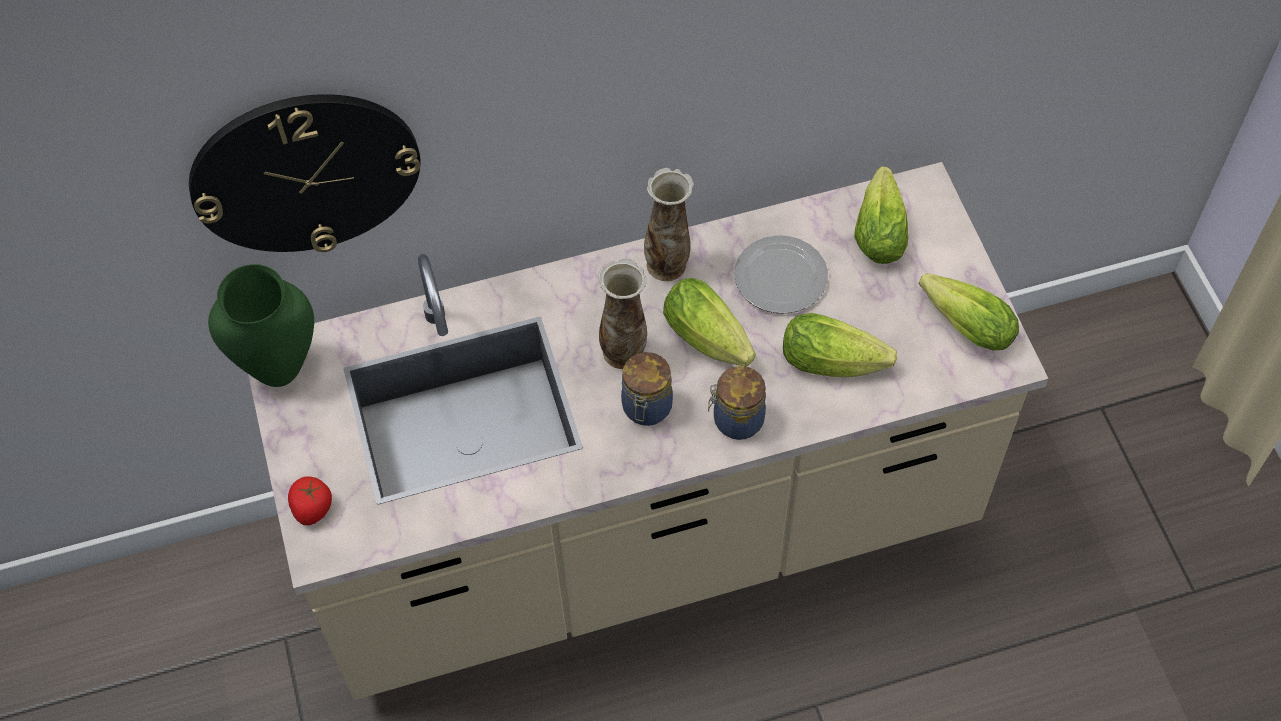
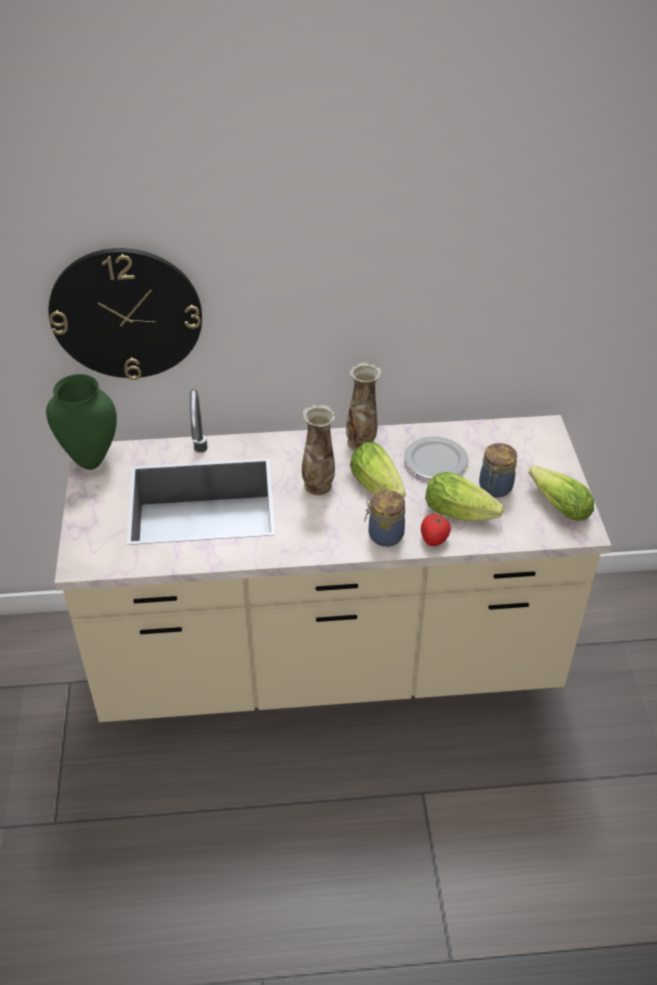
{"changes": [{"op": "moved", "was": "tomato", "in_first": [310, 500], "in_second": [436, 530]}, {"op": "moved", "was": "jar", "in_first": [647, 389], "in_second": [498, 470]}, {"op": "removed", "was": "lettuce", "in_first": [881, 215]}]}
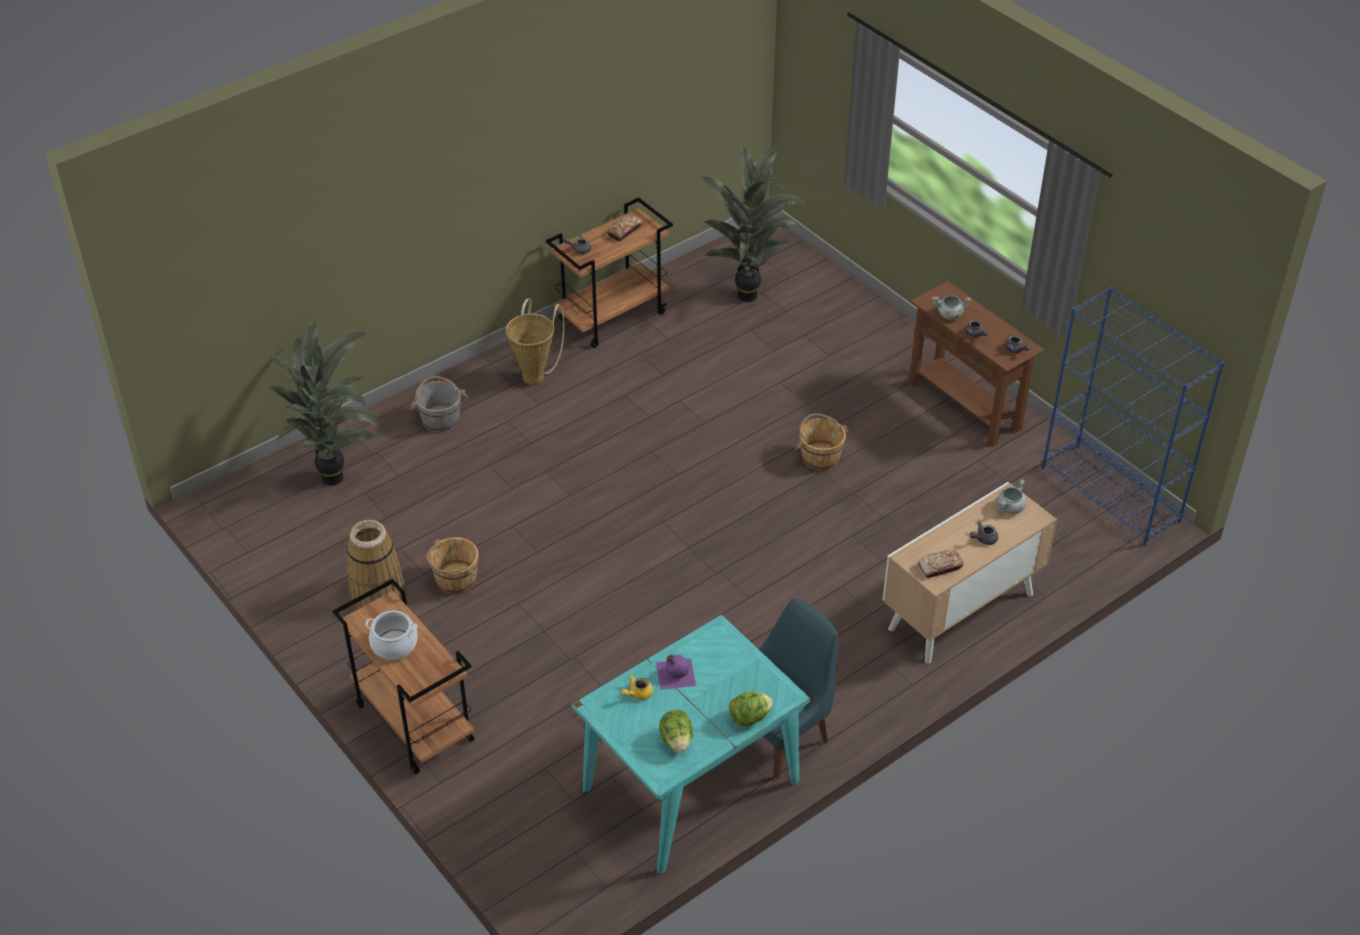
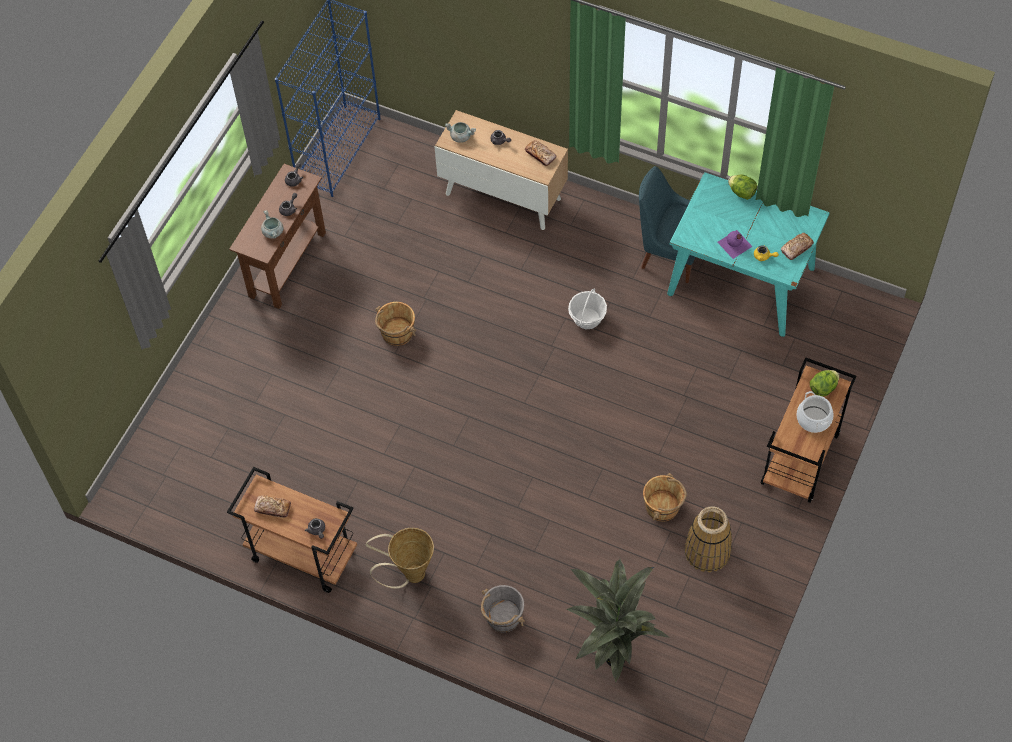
{"changes": [{"op": "moved", "was": "lettuce", "in_first": [676, 731], "in_second": [824, 383]}, {"op": "removed", "was": "potted plant", "in_first": [754, 223]}, {"op": "added", "now": "basket", "in_second": [587, 308]}, {"op": "added", "now": "bread", "in_second": [797, 246]}]}
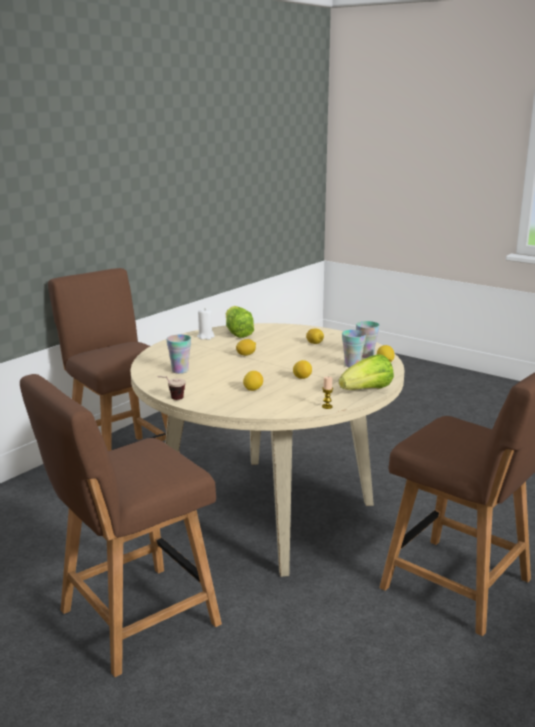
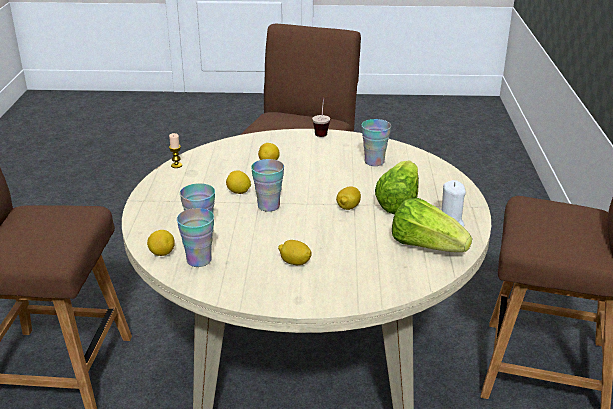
{"changes": [{"op": "moved", "was": "lettuce", "in_first": [366, 372], "in_second": [397, 187]}, {"op": "added", "now": "cup", "in_second": [267, 185]}]}
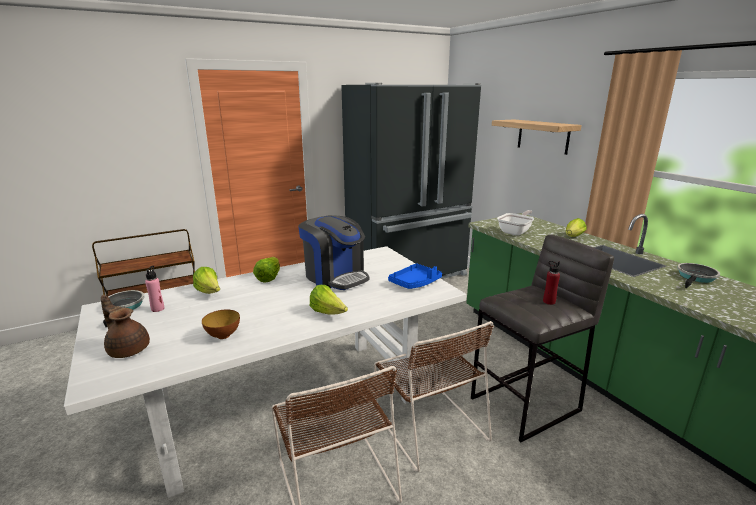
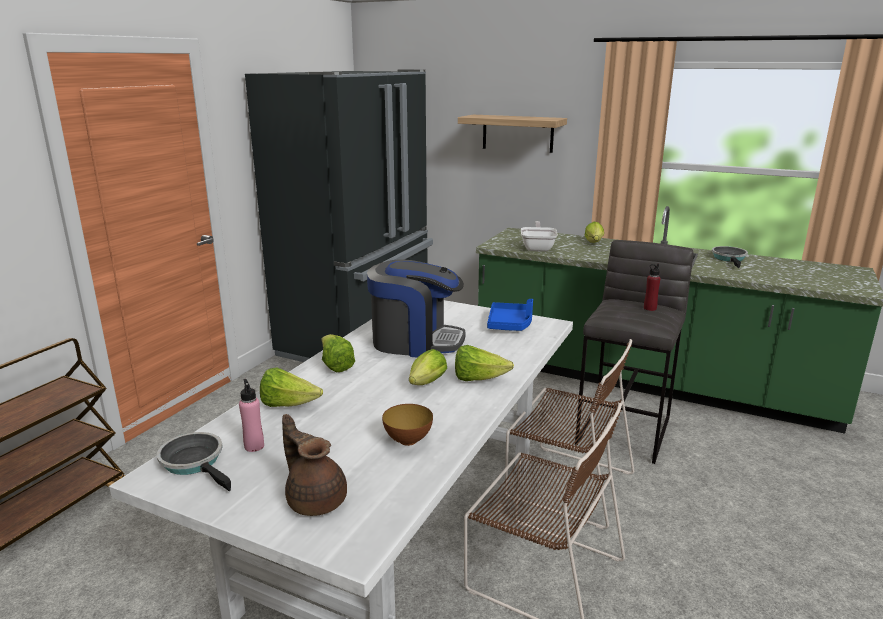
{"changes": [{"op": "turned", "was": "brown teapot", "in_first": [125, 326], "in_second": [314, 465], "clockwise": 45}, {"op": "added", "now": "lettuce", "in_second": [428, 367]}]}
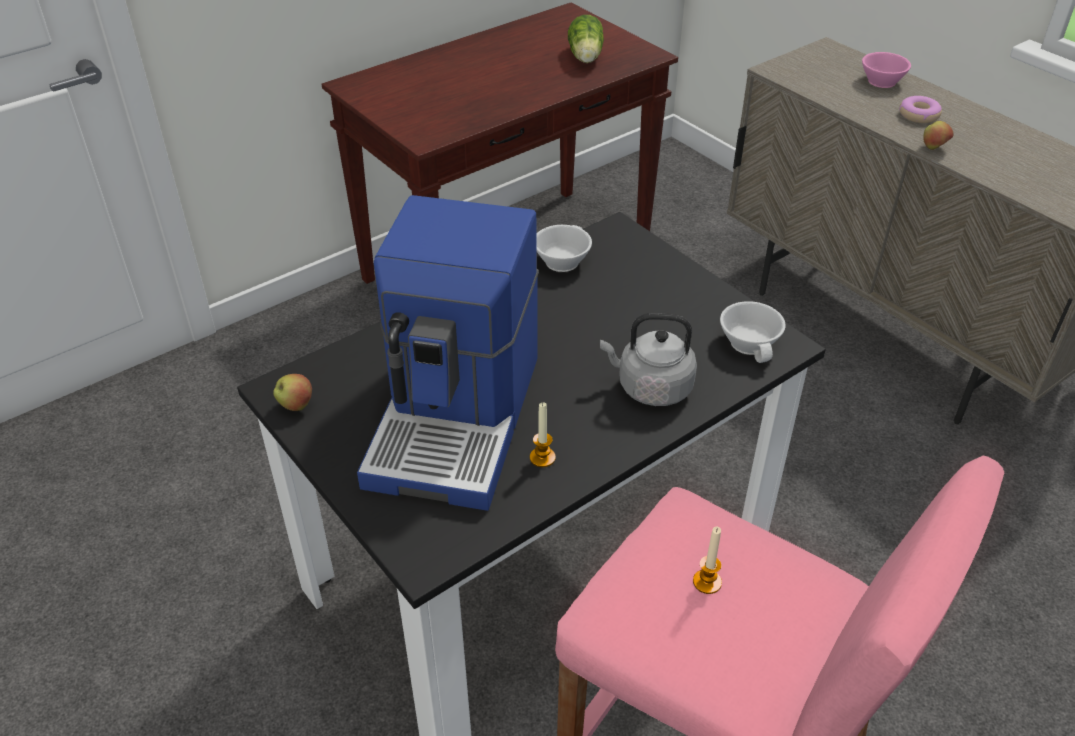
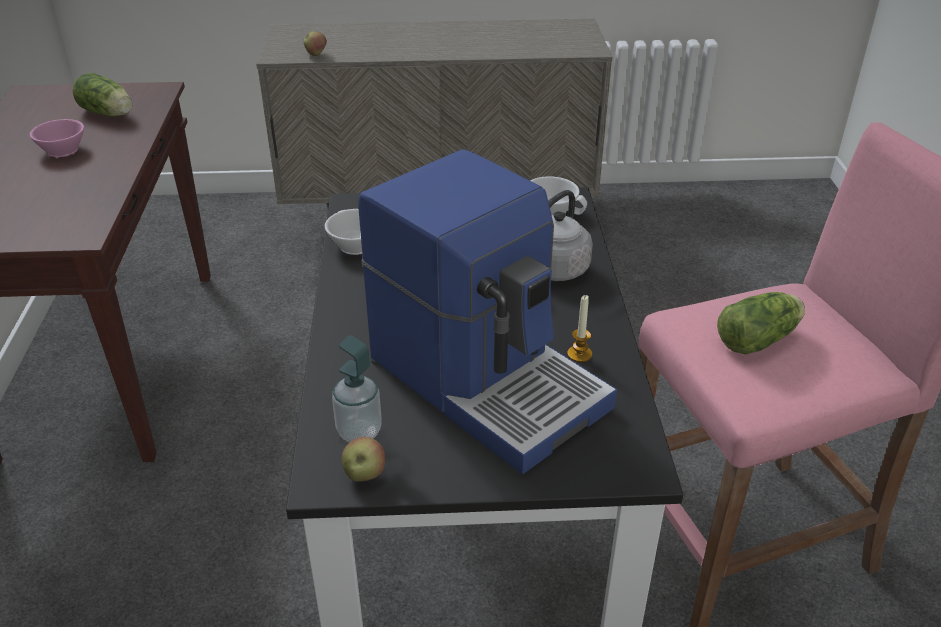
{"changes": [{"op": "replaced", "was": "candle", "now": "lettuce", "in_first": [707, 560], "in_second": [761, 323]}, {"op": "moved", "was": "pink cup", "in_first": [886, 70], "in_second": [57, 138]}, {"op": "removed", "was": "donut", "in_first": [920, 109]}, {"op": "moved", "was": "apple", "in_first": [938, 135], "in_second": [315, 43]}, {"op": "added", "now": "soap dispenser", "in_second": [357, 388]}]}
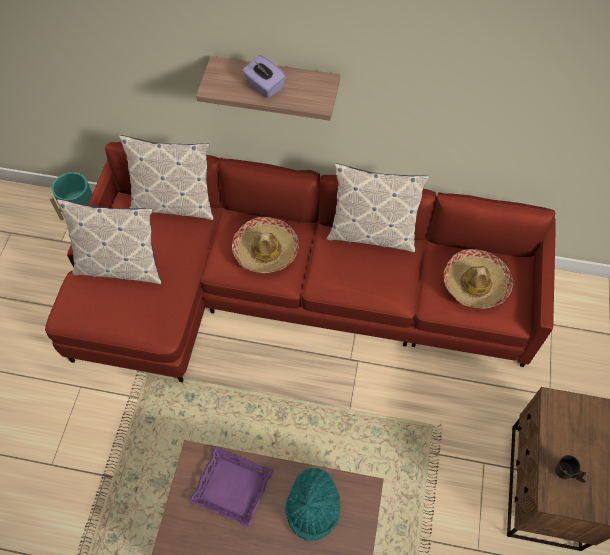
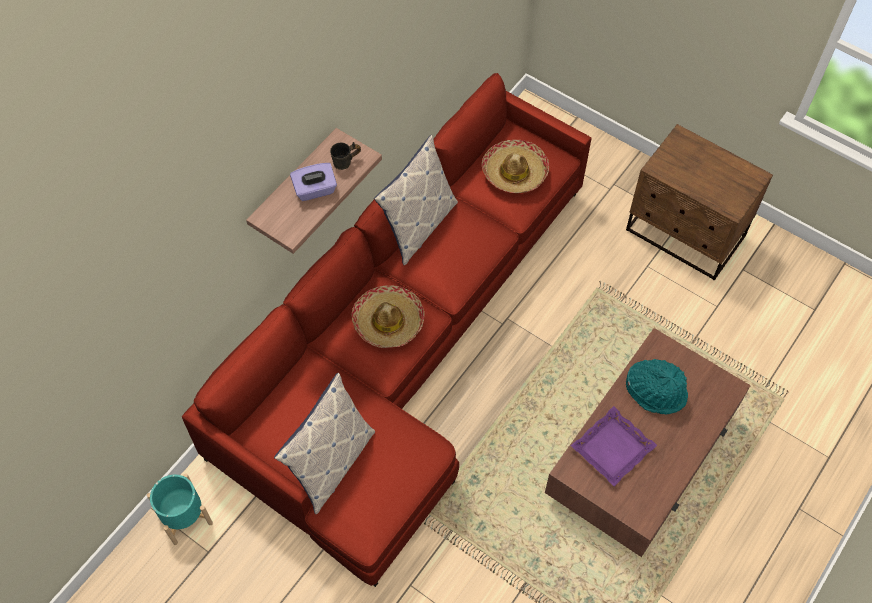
{"changes": [{"op": "removed", "was": "pillow", "in_first": [166, 177]}, {"op": "moved", "was": "grey mug", "in_first": [571, 469], "in_second": [345, 156]}]}
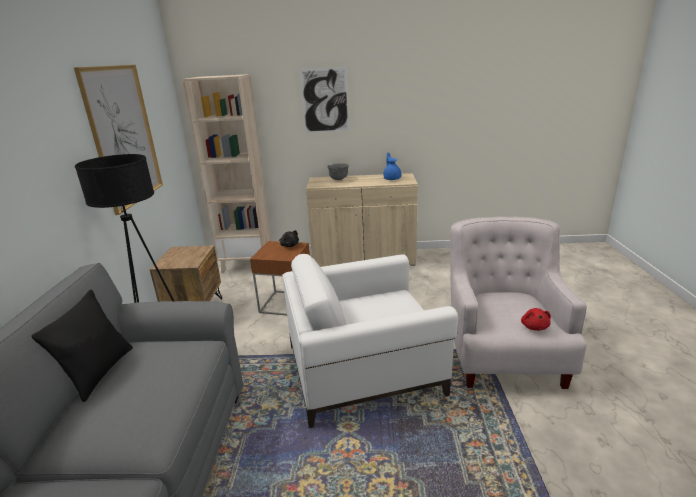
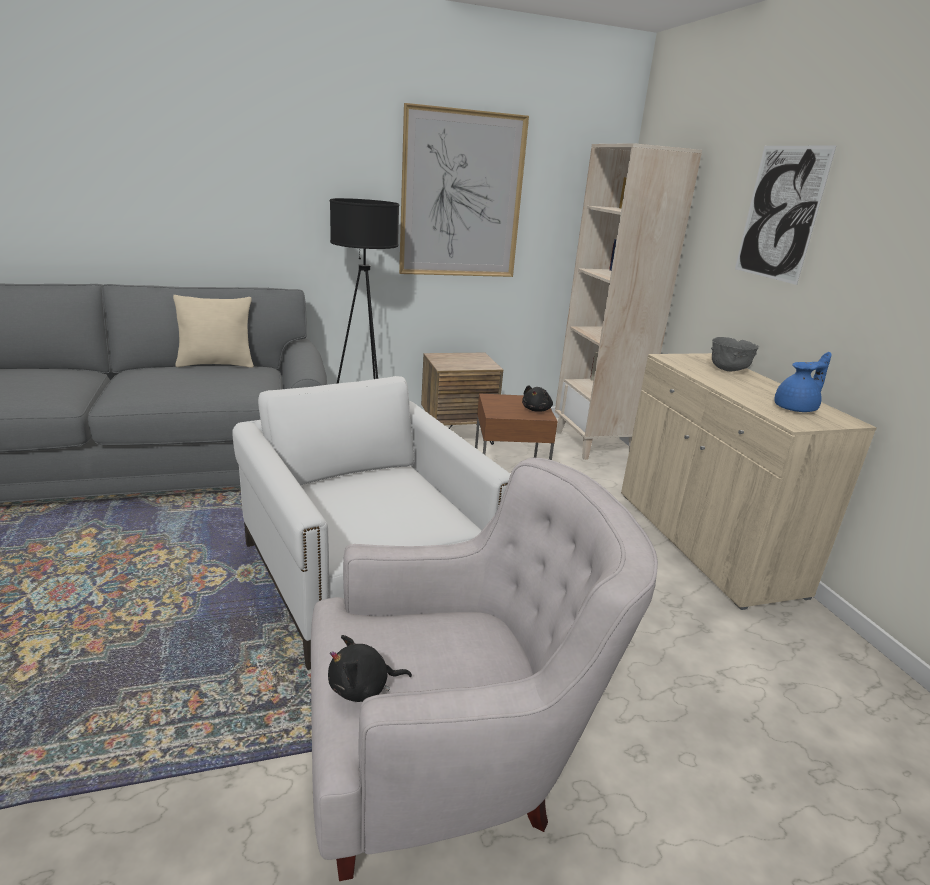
{"changes": [{"op": "recoloured", "was": "black pillow", "now": "beige pillow", "in_first": [82, 345], "in_second": [213, 331]}, {"op": "recoloured", "was": "red plush toy", "now": "black plush toy", "in_first": [536, 319], "in_second": [370, 668]}]}
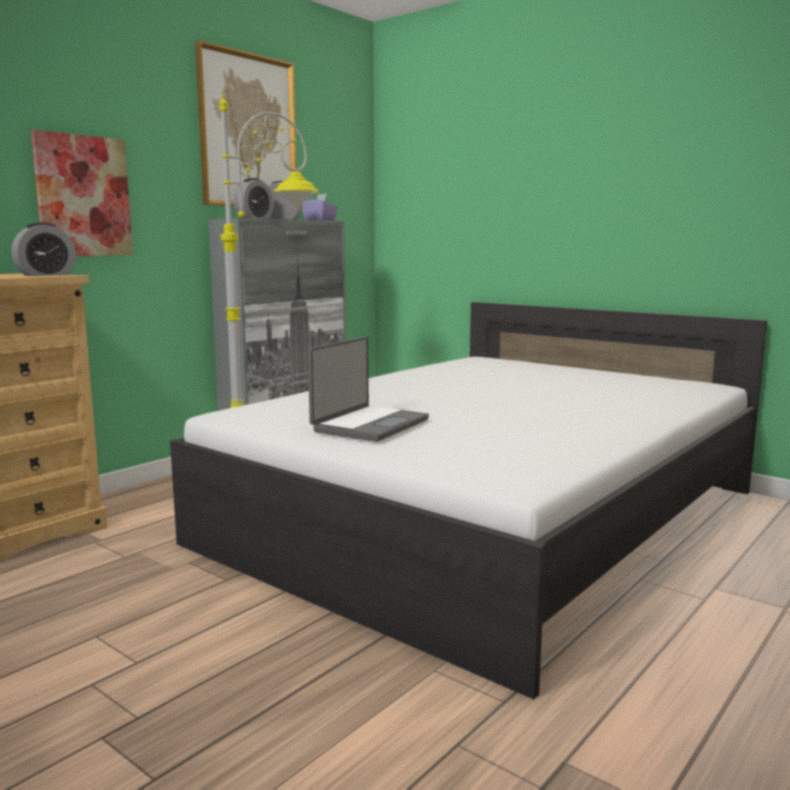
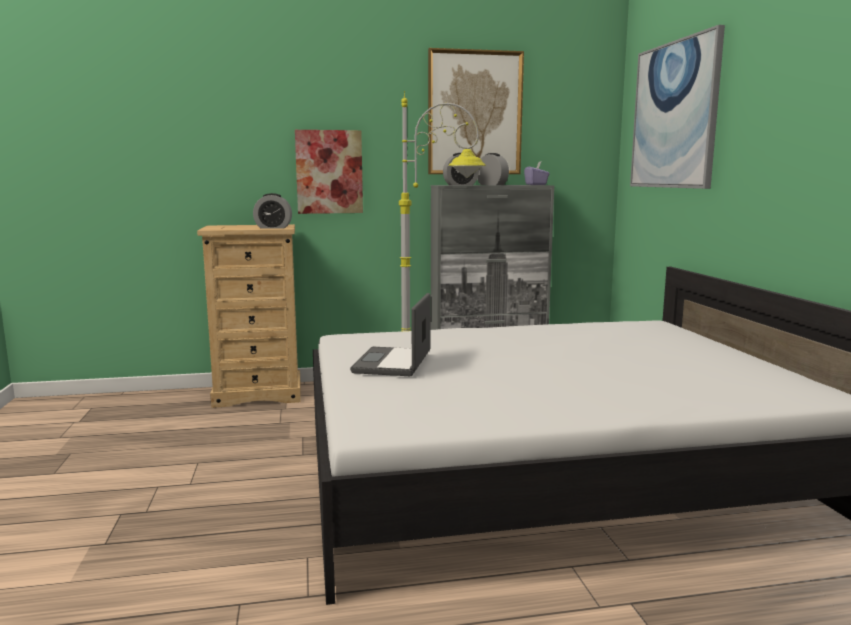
{"changes": [{"op": "turned", "was": "laptop", "in_first": [368, 389], "in_second": [390, 334], "clockwise": 120}, {"op": "added", "now": "picture", "in_second": [677, 107]}]}
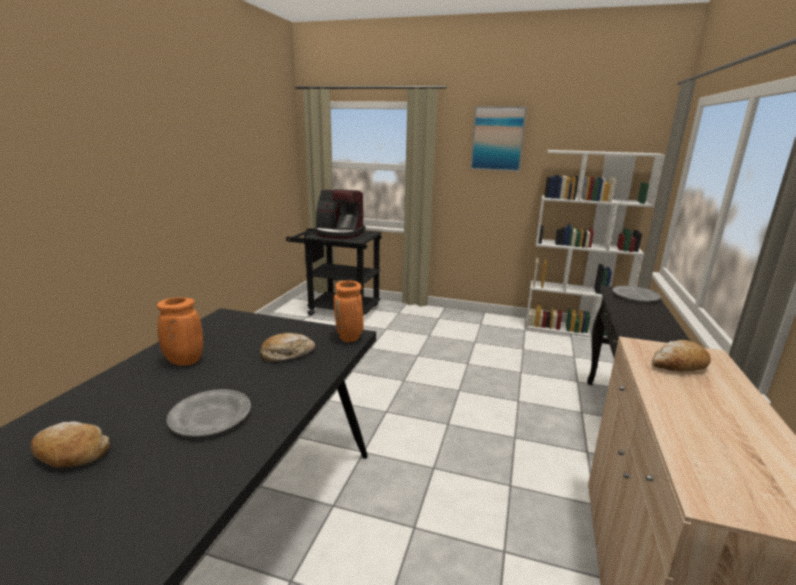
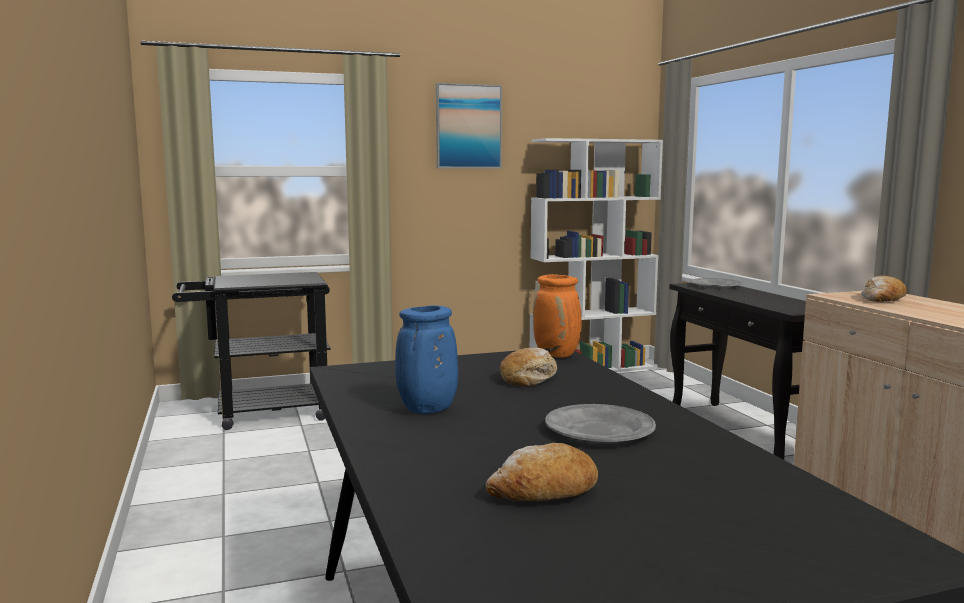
{"changes": [{"op": "recoloured", "was": "orange vase", "now": "blue vase", "in_first": [180, 331], "in_second": [426, 359]}, {"op": "removed", "was": "coffee machine", "in_first": [339, 214]}]}
